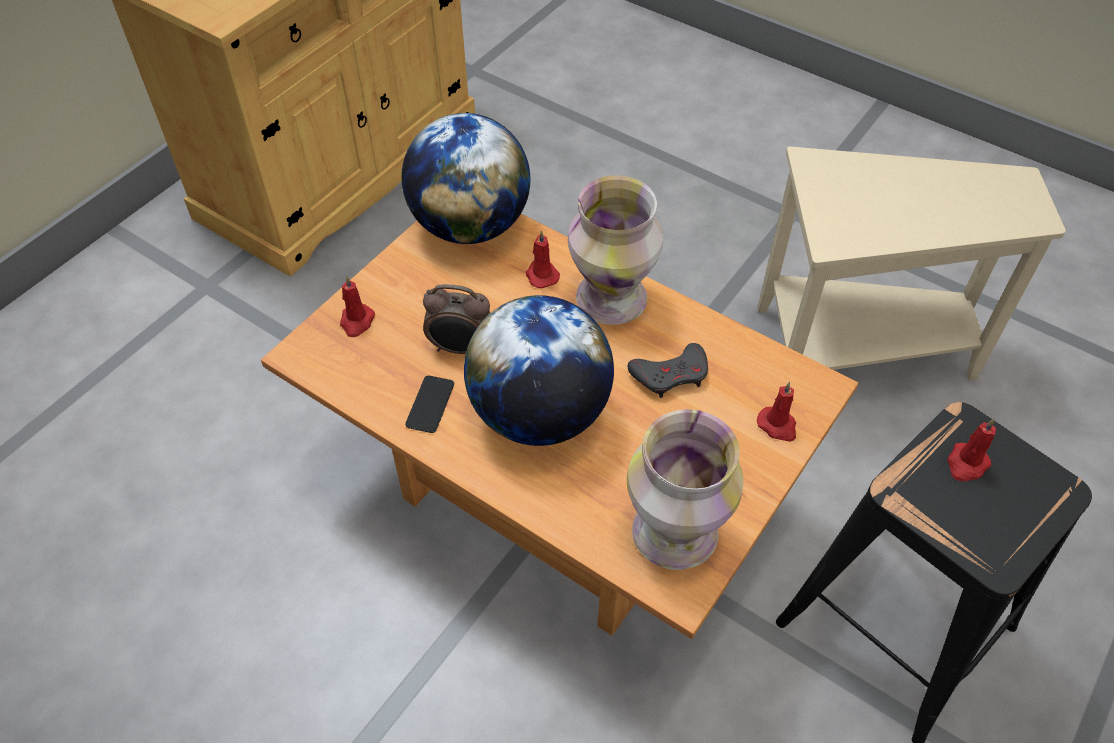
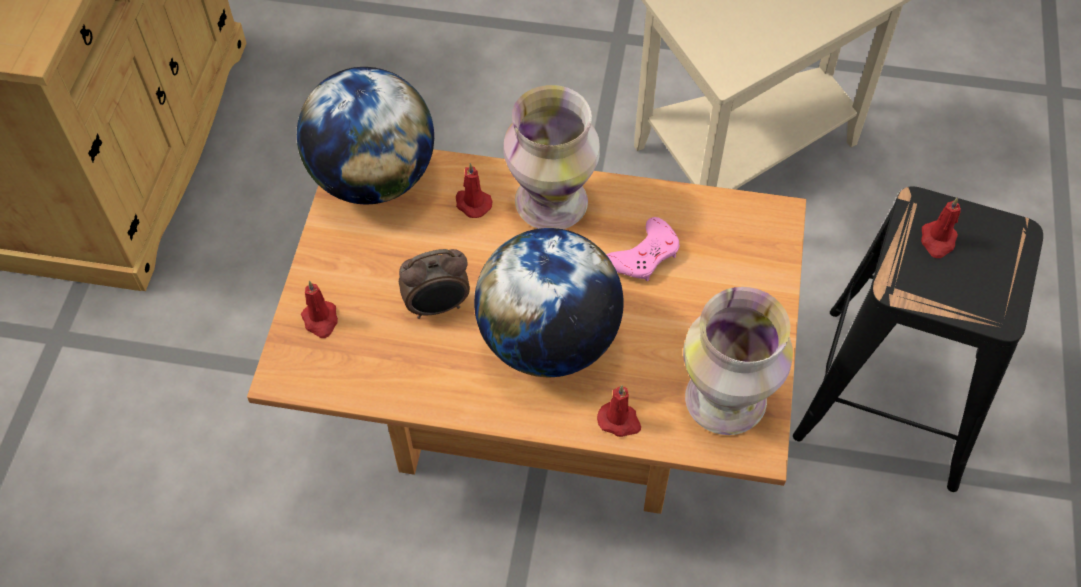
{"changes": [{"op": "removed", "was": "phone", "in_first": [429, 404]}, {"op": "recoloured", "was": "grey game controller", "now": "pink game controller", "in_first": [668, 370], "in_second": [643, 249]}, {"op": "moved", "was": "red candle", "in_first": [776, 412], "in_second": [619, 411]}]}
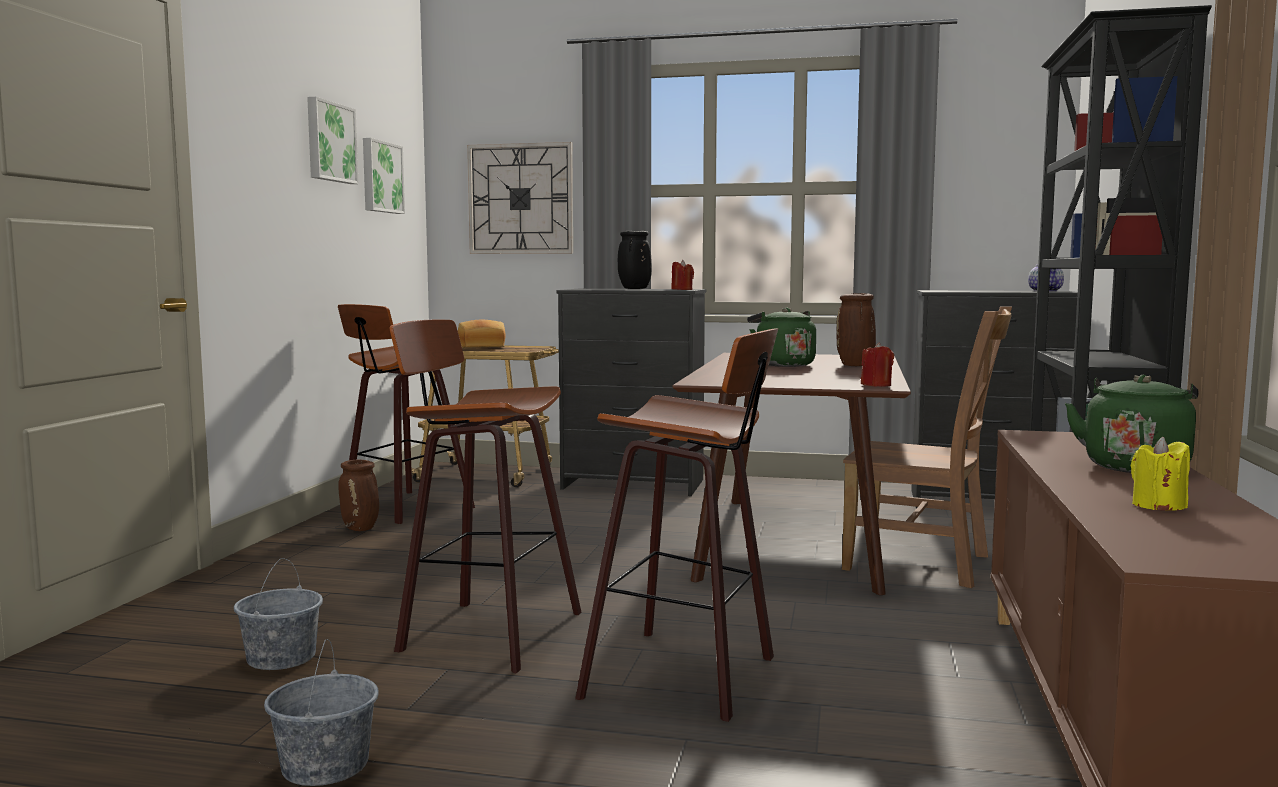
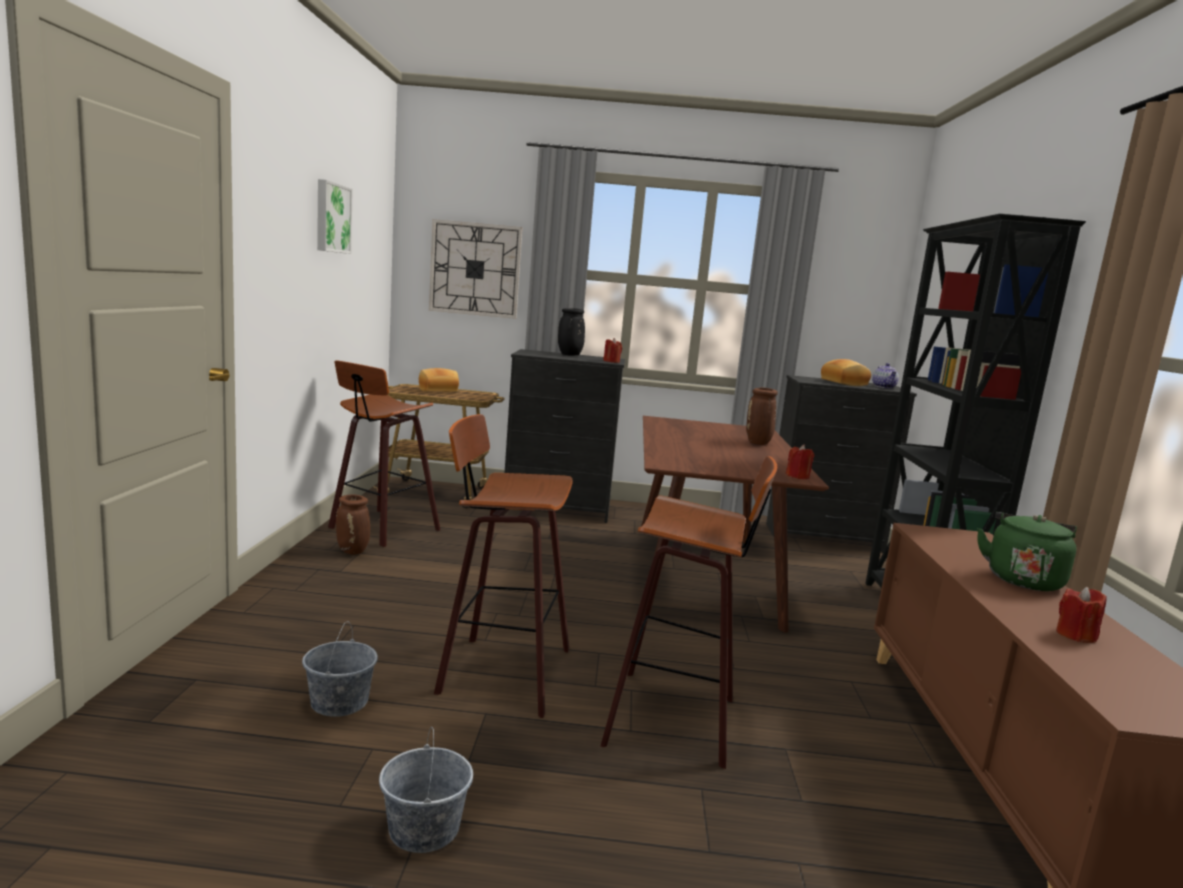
{"changes": [{"op": "removed", "was": "picture", "in_first": [384, 176]}, {"op": "removed", "was": "green kettle", "in_first": [781, 337]}, {"op": "removed", "was": "brown chair", "in_first": [927, 447]}, {"op": "recoloured", "was": "yellow candle", "now": "red candle", "in_first": [1160, 473], "in_second": [1081, 615]}, {"op": "added", "now": "bread", "in_second": [846, 372]}]}
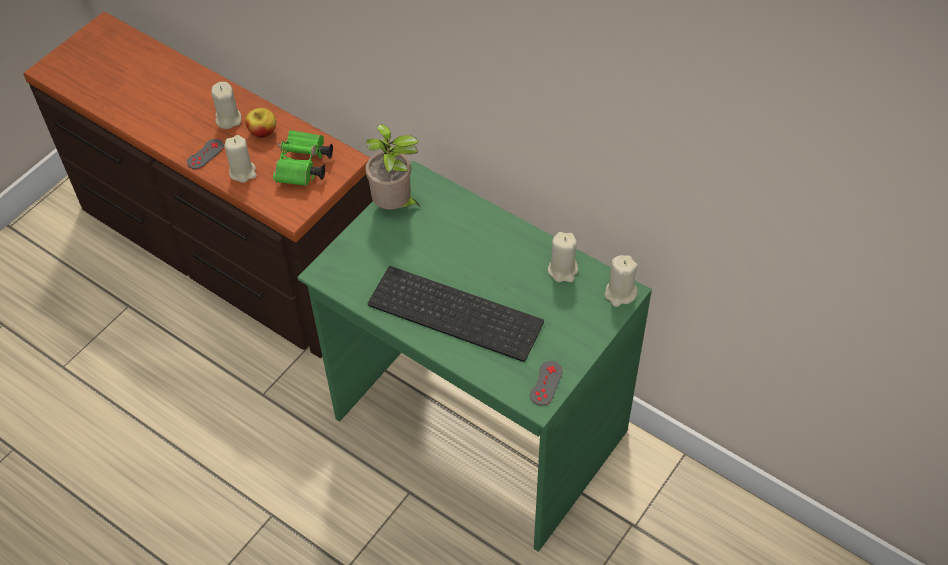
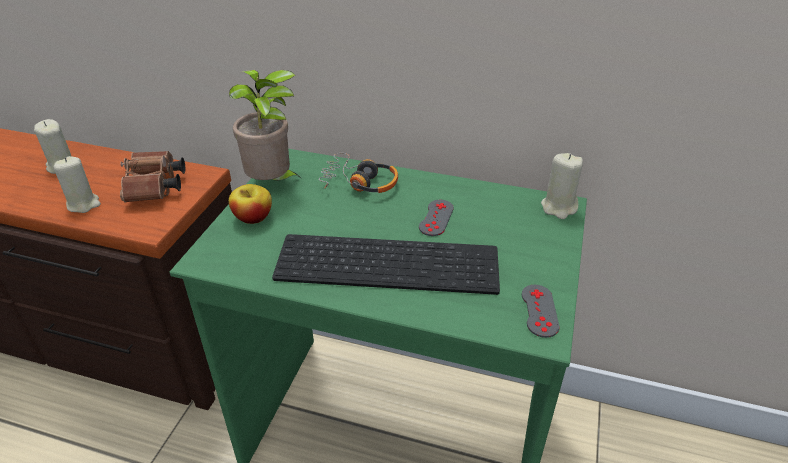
{"changes": [{"op": "moved", "was": "grey game controller", "in_first": [205, 154], "in_second": [436, 218]}, {"op": "moved", "was": "apple", "in_first": [260, 123], "in_second": [250, 204]}, {"op": "recoloured", "was": "green binoculars", "now": "brown binoculars", "in_first": [303, 158], "in_second": [152, 177]}, {"op": "removed", "was": "beige candle", "in_first": [563, 257]}, {"op": "added", "now": "headphones", "in_second": [358, 173]}]}
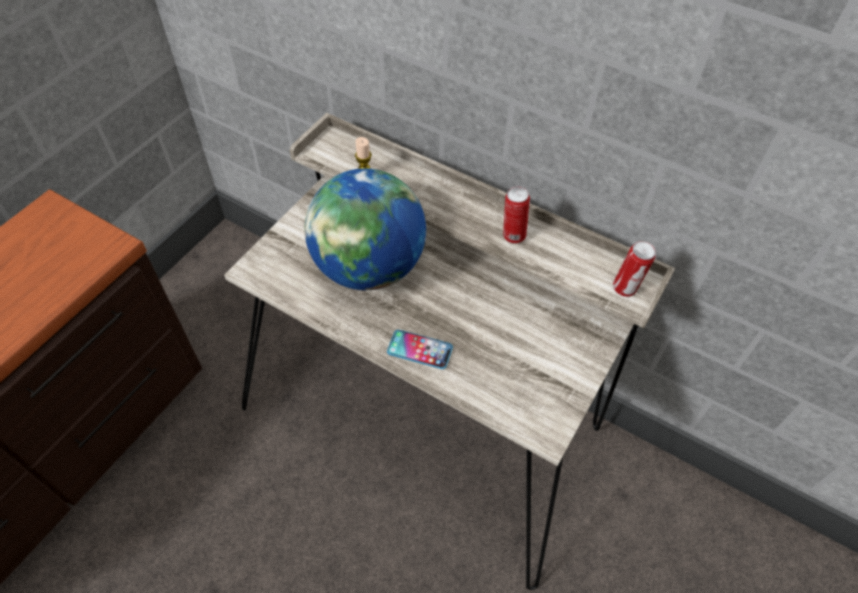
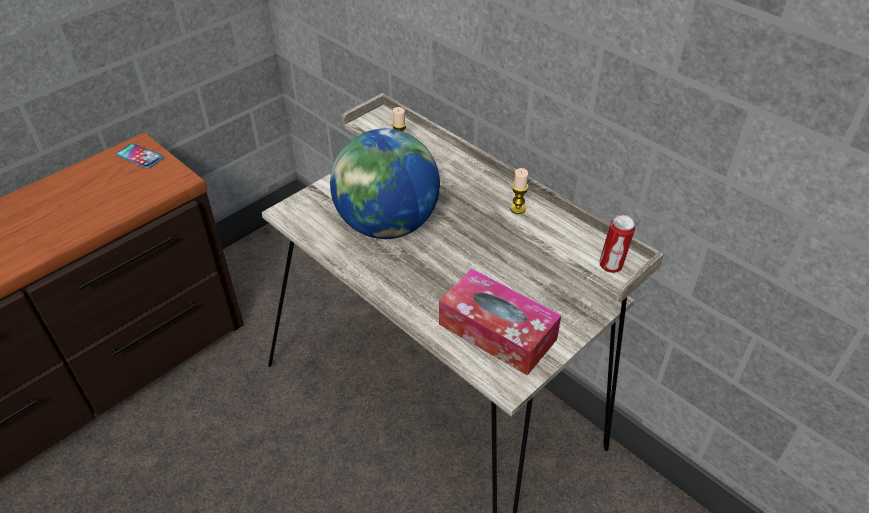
{"changes": [{"op": "moved", "was": "phone", "in_first": [420, 349], "in_second": [140, 156]}, {"op": "replaced", "was": "can", "now": "candle", "in_first": [516, 215], "in_second": [519, 191]}, {"op": "added", "now": "tissue box", "in_second": [500, 322]}]}
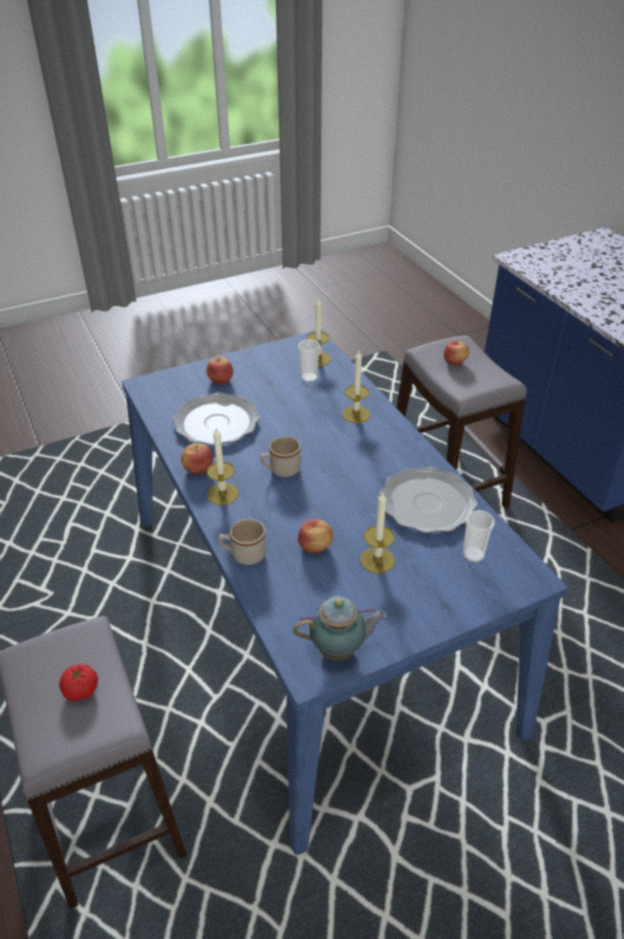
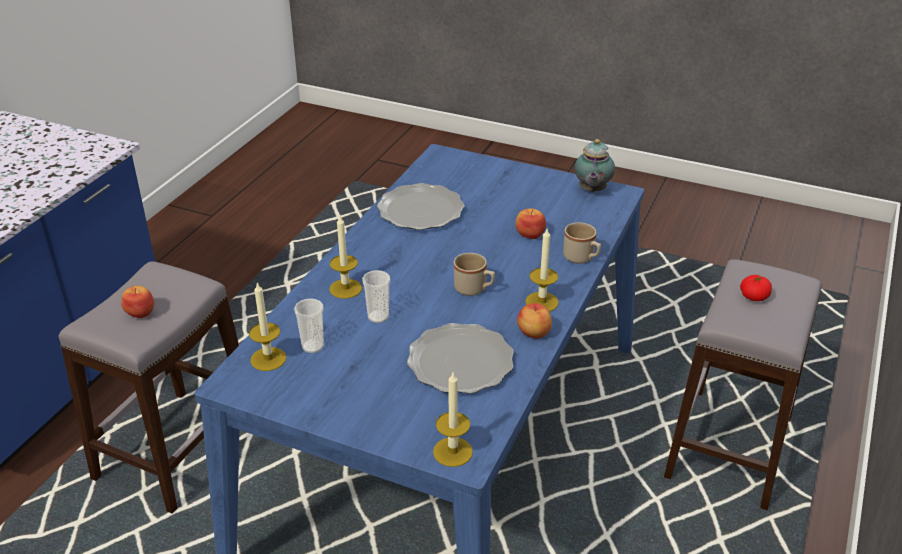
{"changes": [{"op": "removed", "was": "apple", "in_first": [219, 370]}, {"op": "turned", "was": "teapot", "in_first": [340, 628], "in_second": [594, 165], "clockwise": -120}, {"op": "moved", "was": "candle", "in_first": [377, 533], "in_second": [453, 420]}, {"op": "moved", "was": "cup", "in_first": [479, 536], "in_second": [376, 296]}]}
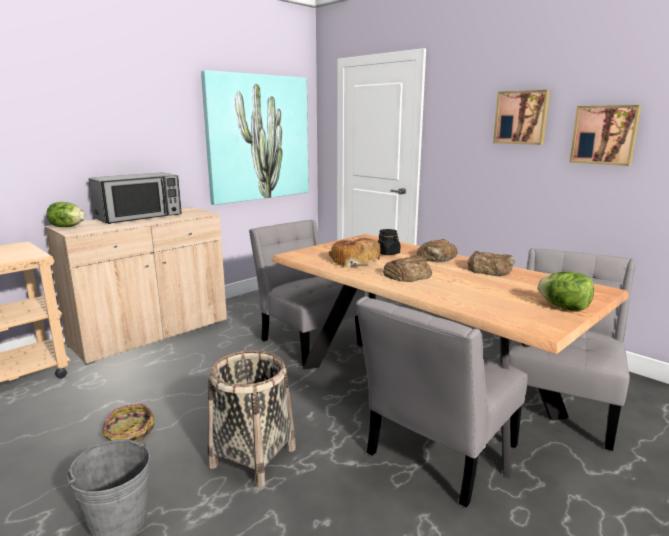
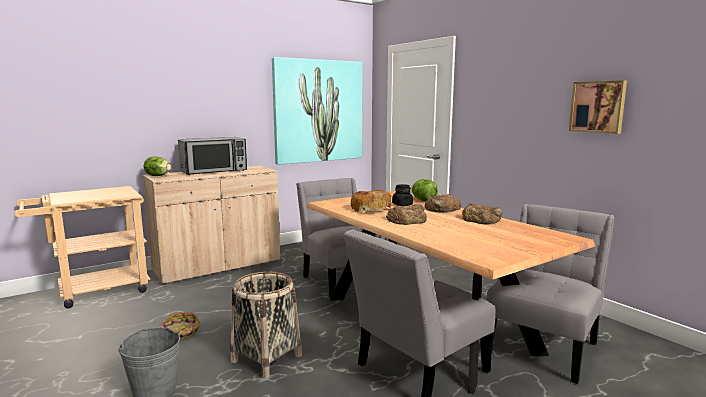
{"changes": [{"op": "removed", "was": "picture", "in_first": [521, 117]}, {"op": "moved", "was": "lettuce", "in_first": [566, 291], "in_second": [424, 190]}]}
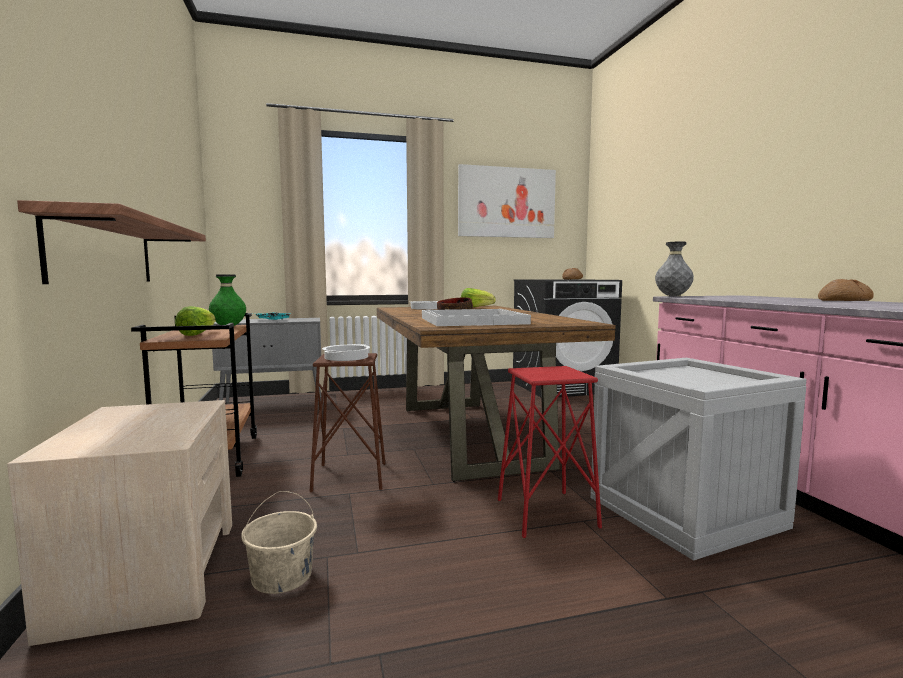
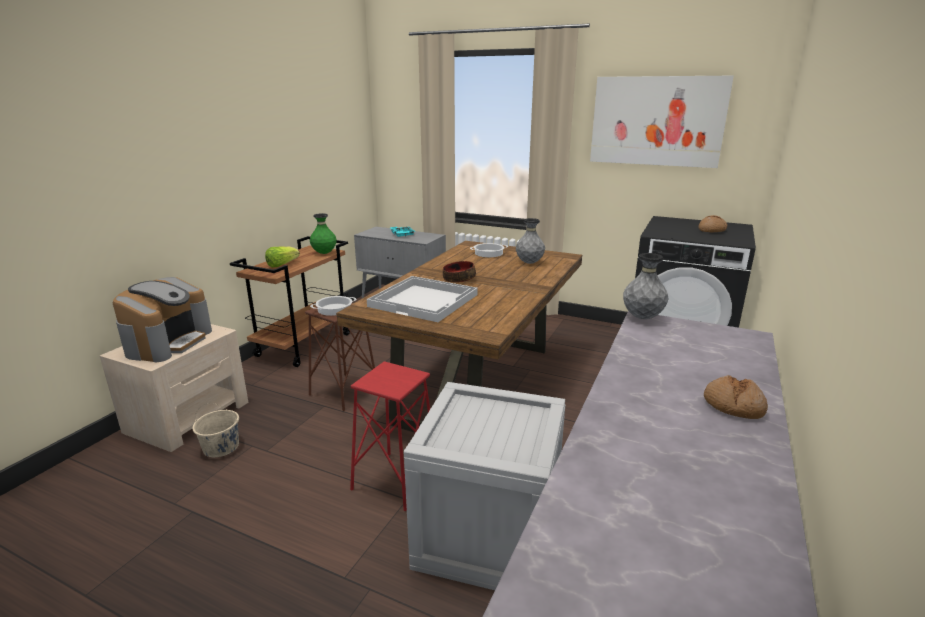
{"changes": [{"op": "removed", "was": "shelf", "in_first": [111, 242]}, {"op": "replaced", "was": "lettuce", "now": "grey vase", "in_first": [478, 297], "in_second": [530, 241]}, {"op": "added", "now": "coffee machine", "in_second": [162, 319]}]}
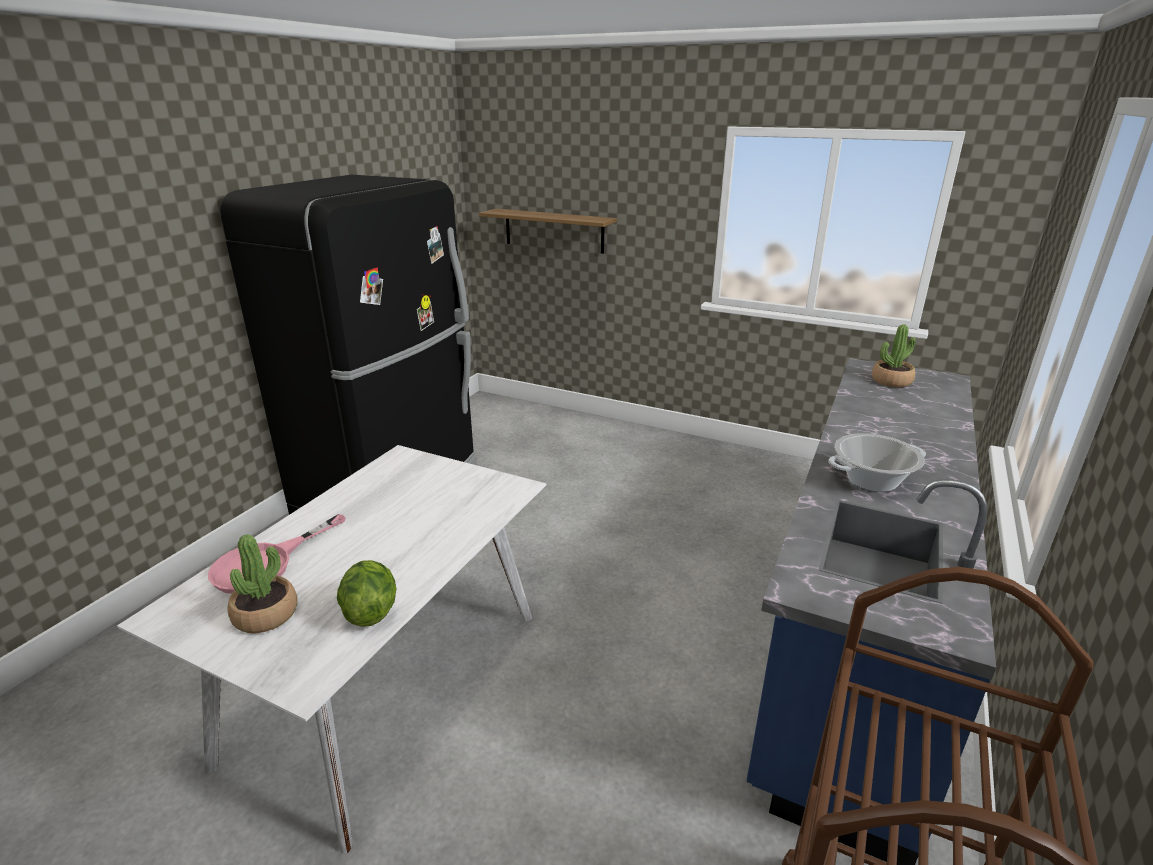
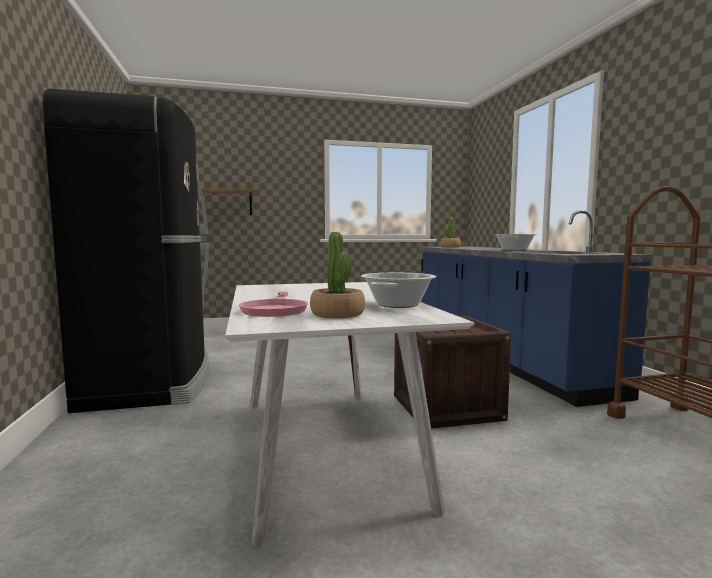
{"changes": [{"op": "replaced", "was": "lettuce", "now": "cooking pot", "in_first": [367, 593], "in_second": [398, 290]}, {"op": "added", "now": "crate", "in_second": [452, 372]}]}
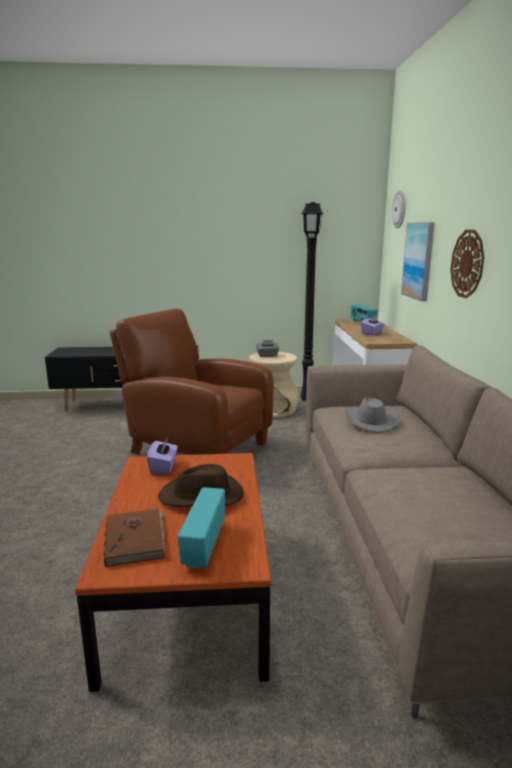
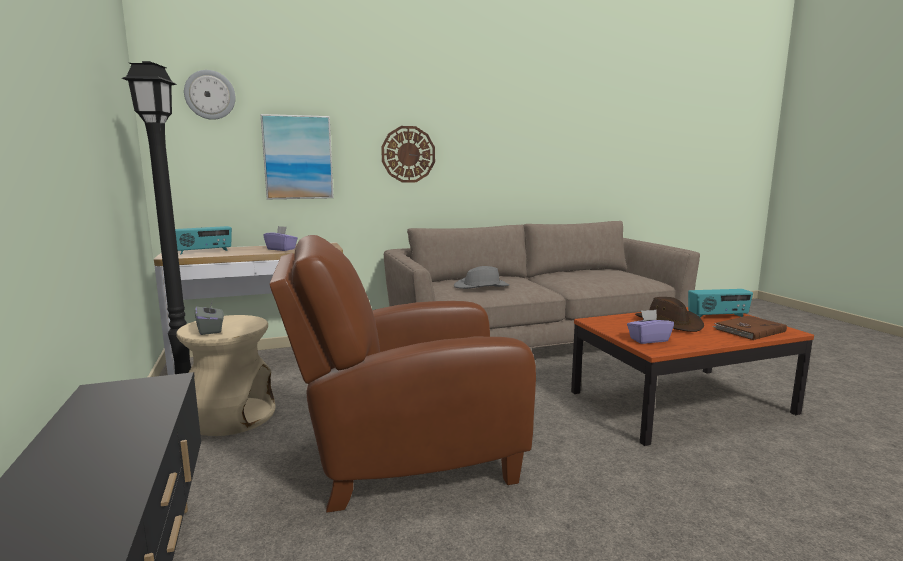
{"changes": [{"op": "turned", "was": "brown armchair", "in_first": [192, 381], "in_second": [403, 374], "clockwise": 60}]}
